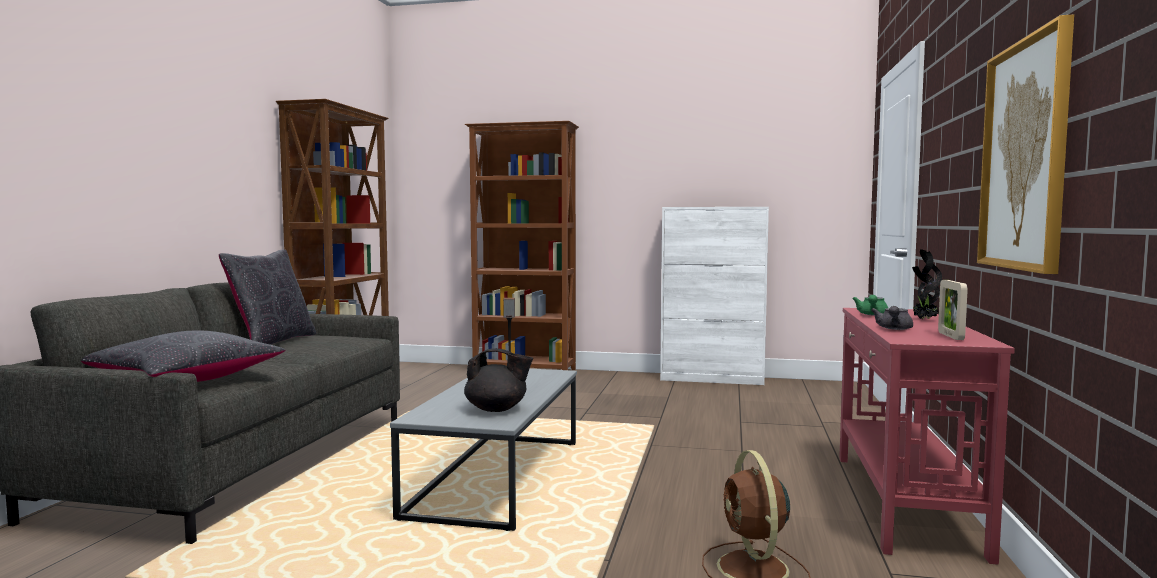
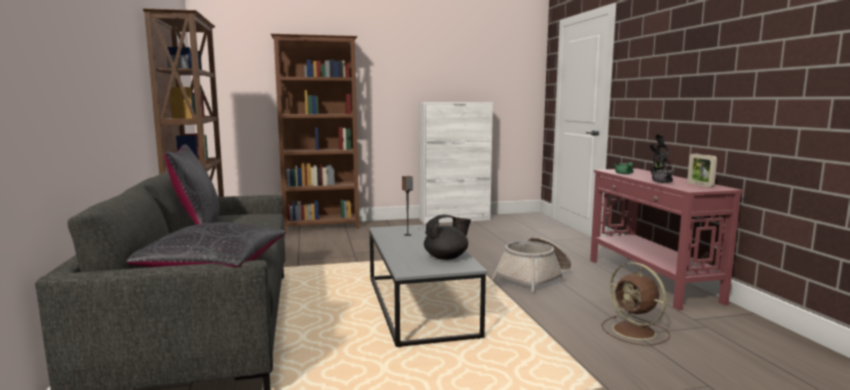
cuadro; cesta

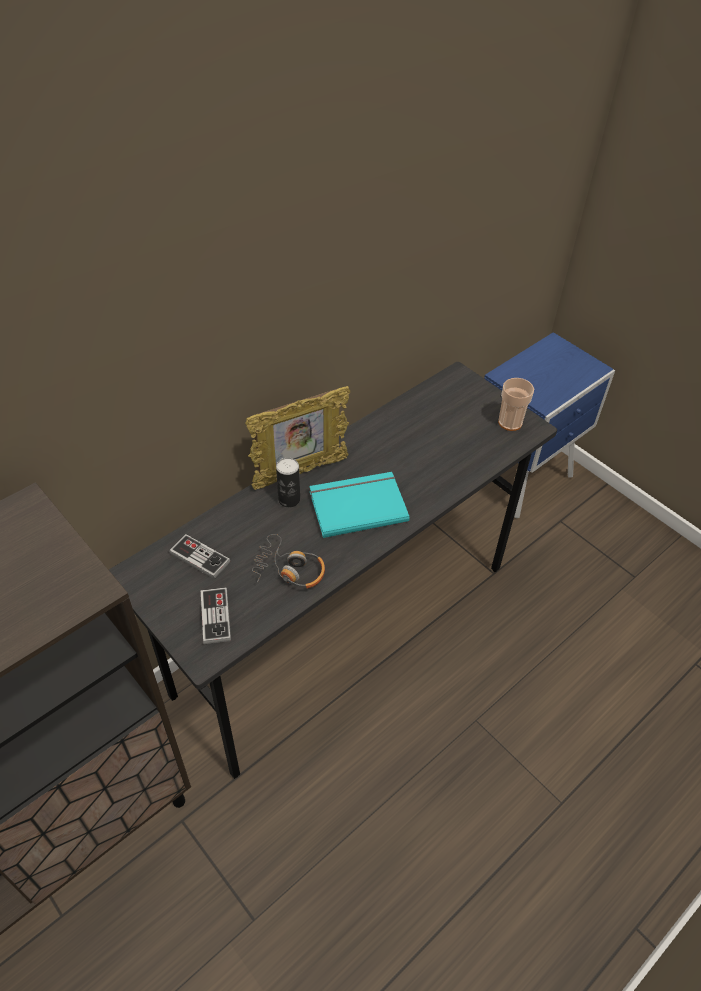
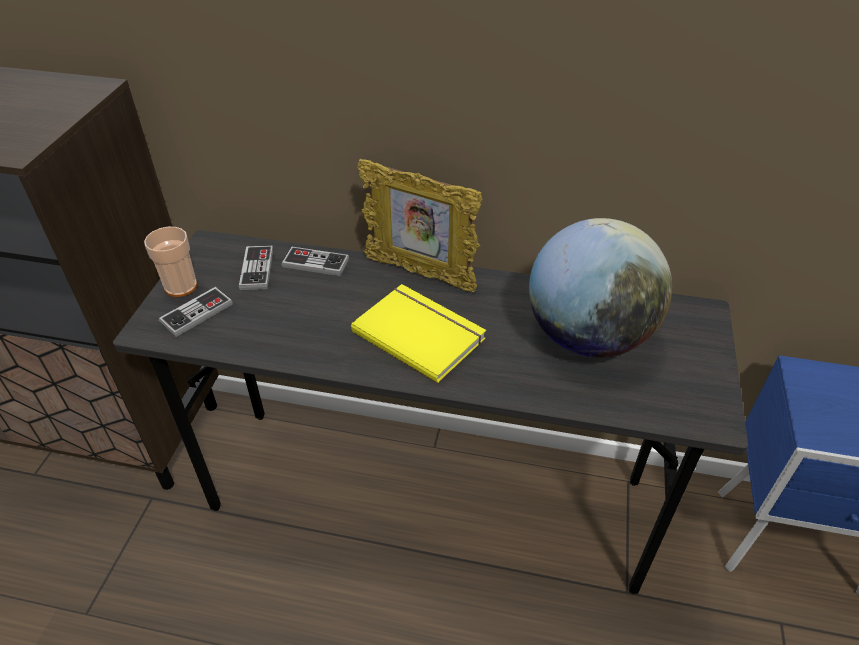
auriculares; lata; mando de consola (3rd from left); globo terráqueo; taza; libro [amarillo]

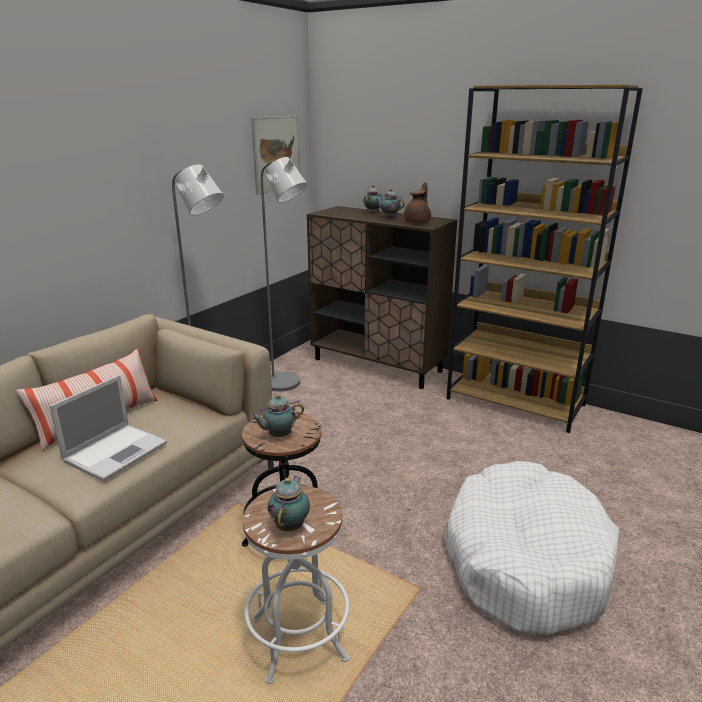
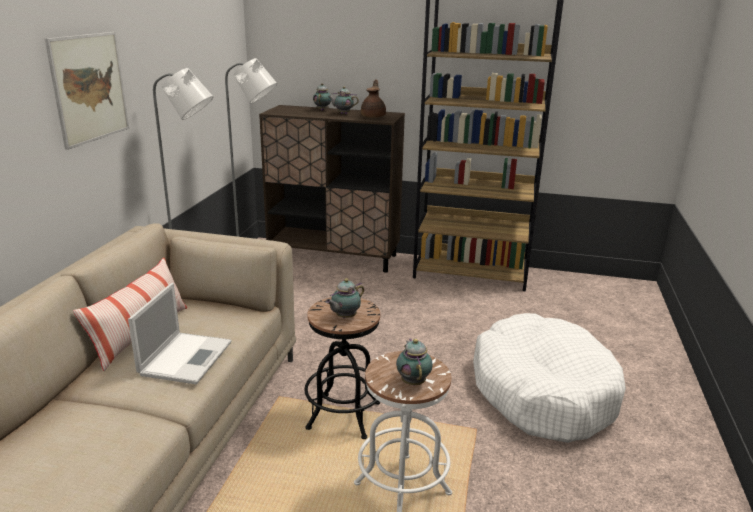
cuadro

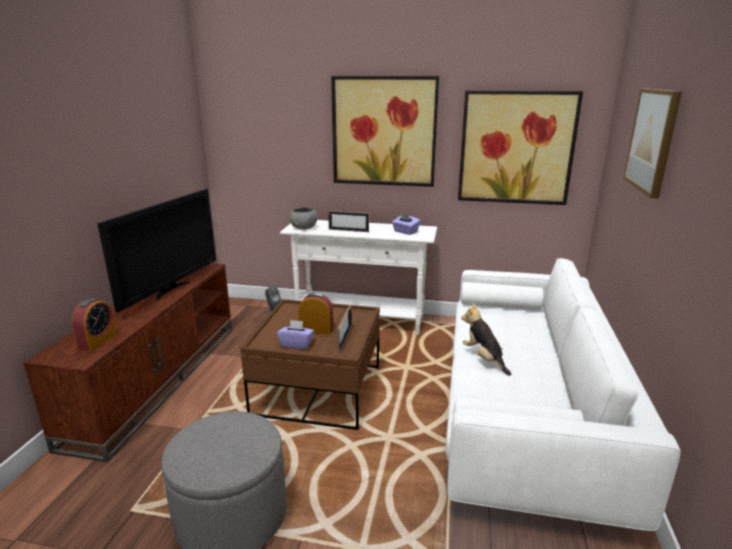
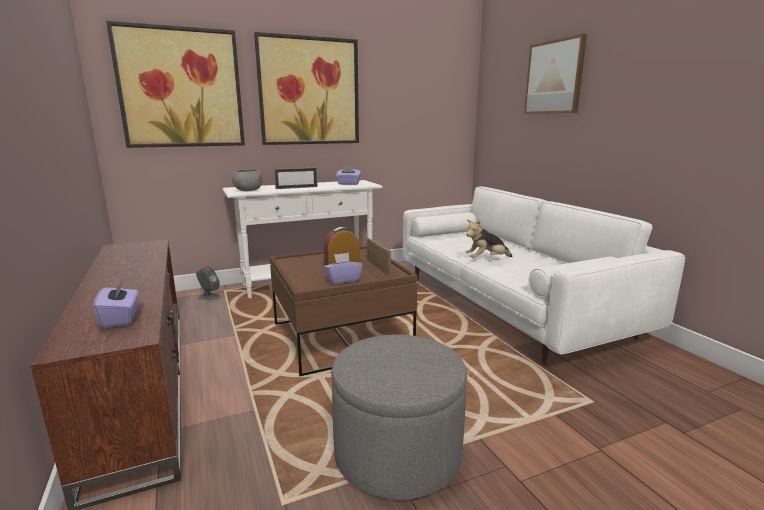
televisor; cuadro (1st from left); caja de pañuelos [morado] (1st from left); peluche

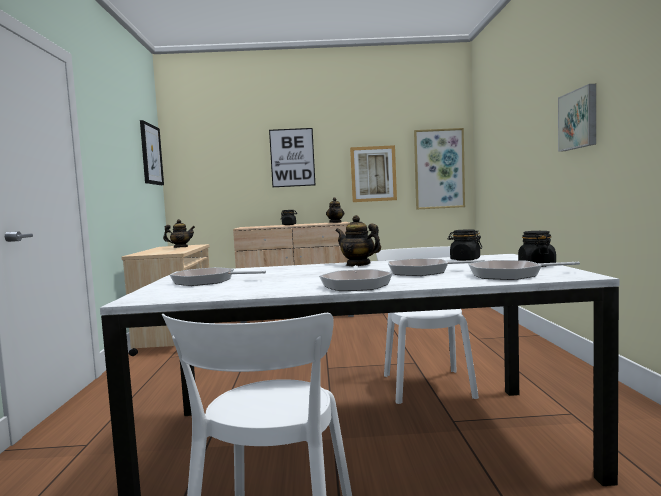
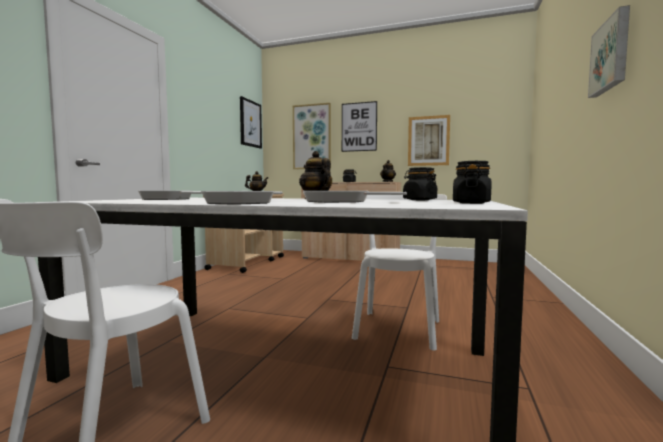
sartén (4th from left in the first image); cuadro (2nd from left)

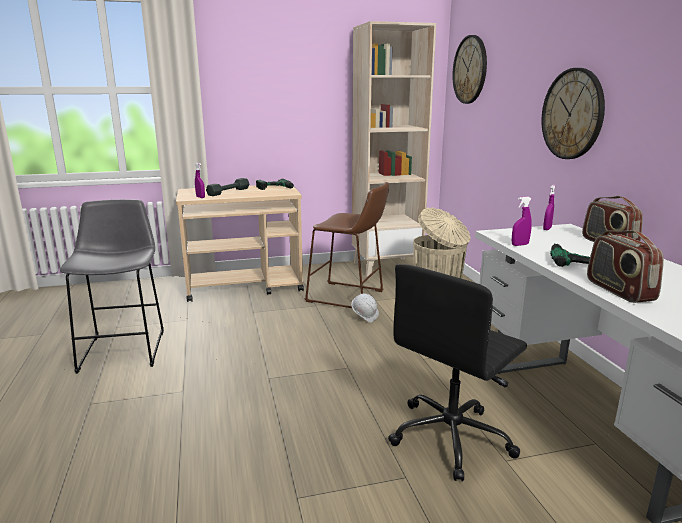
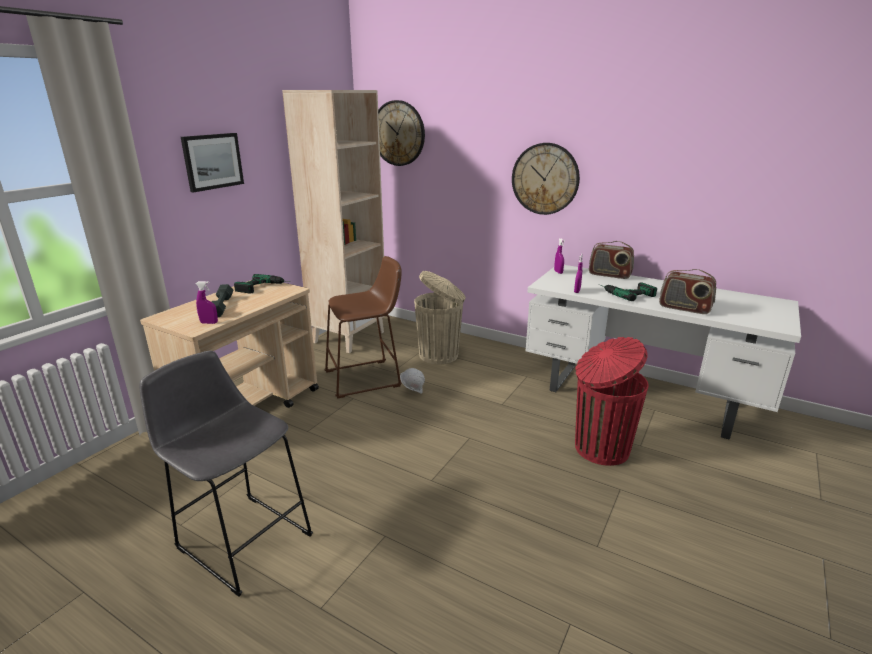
cuadro; papelera [rojo]

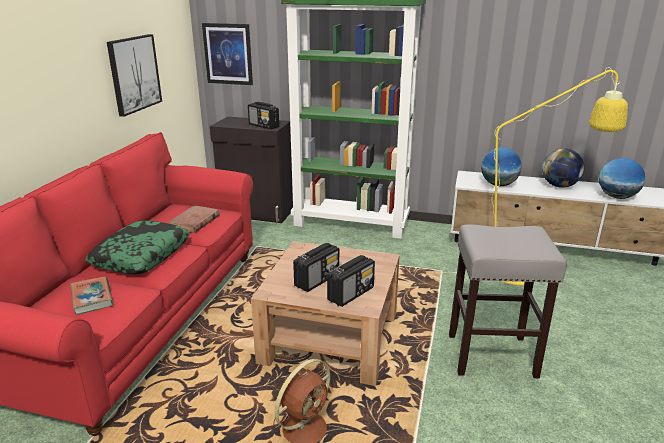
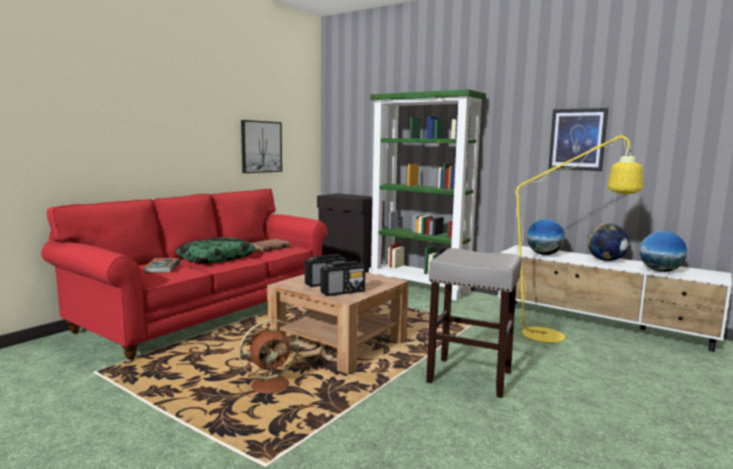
radio (1st from left in the first image); cuadro (2nd from left)

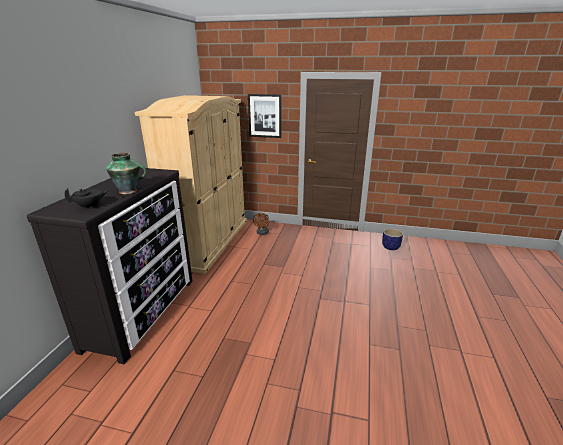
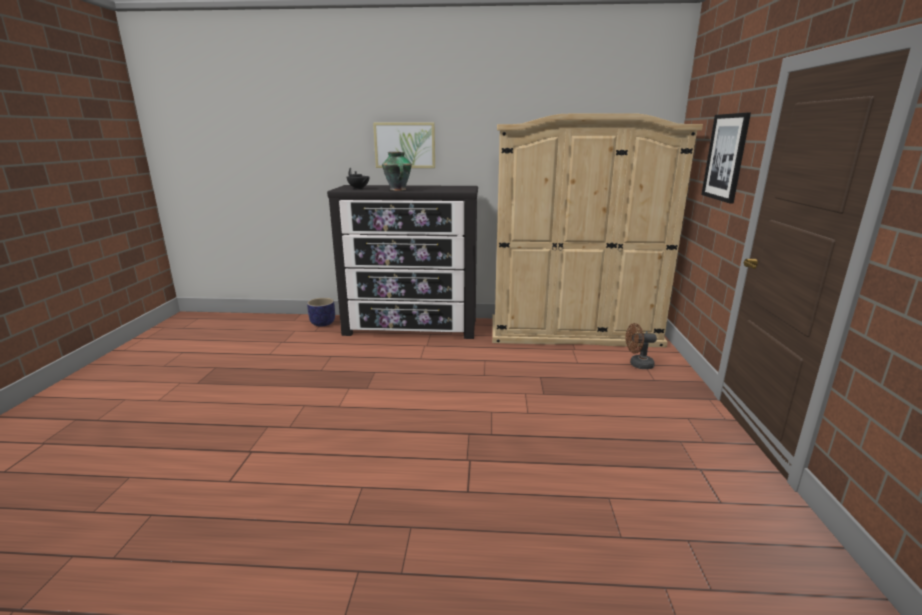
cuadro (1st from left); maceta

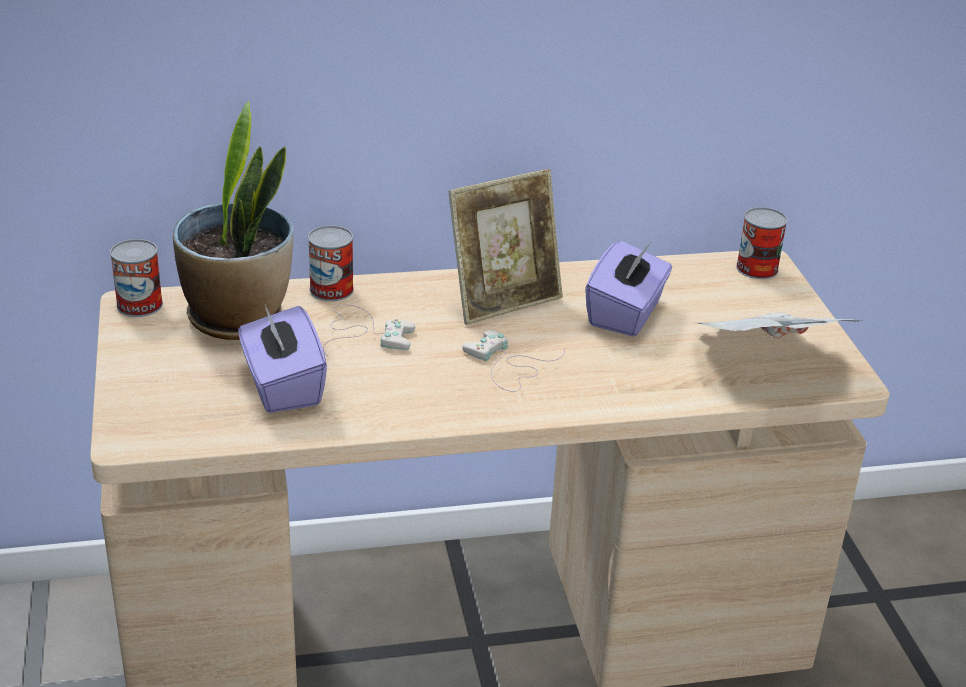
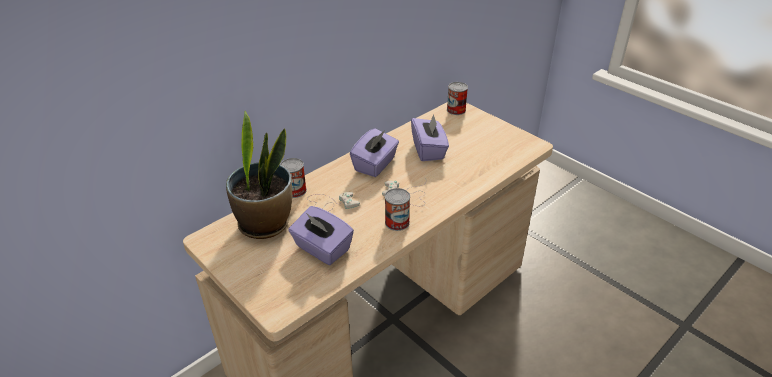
periódico; lata (2nd from left); caja de pañuelos [morado] (2nd from left)

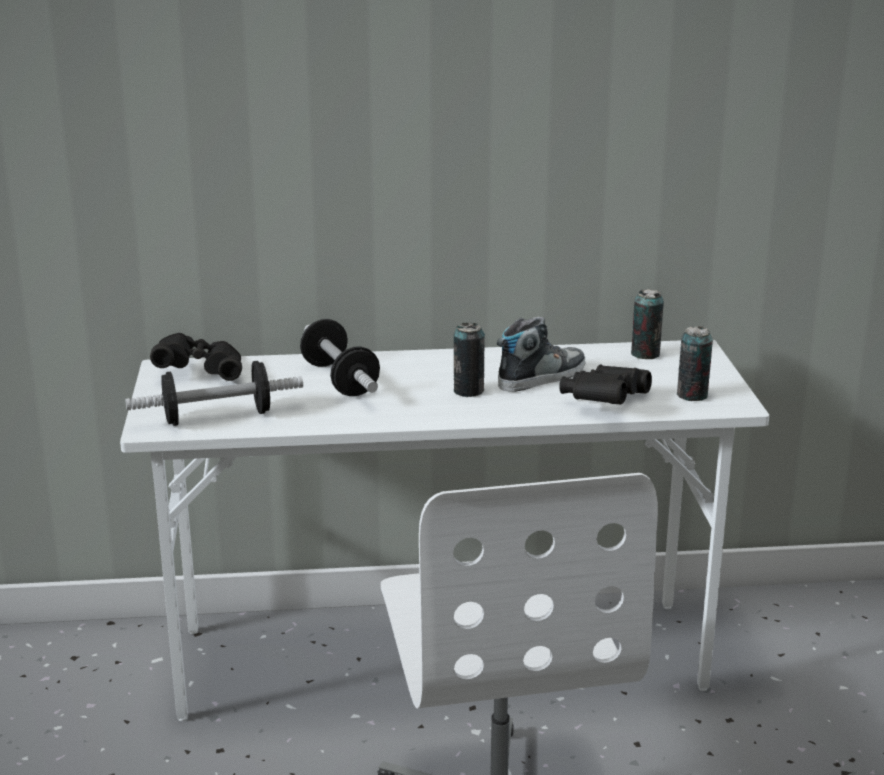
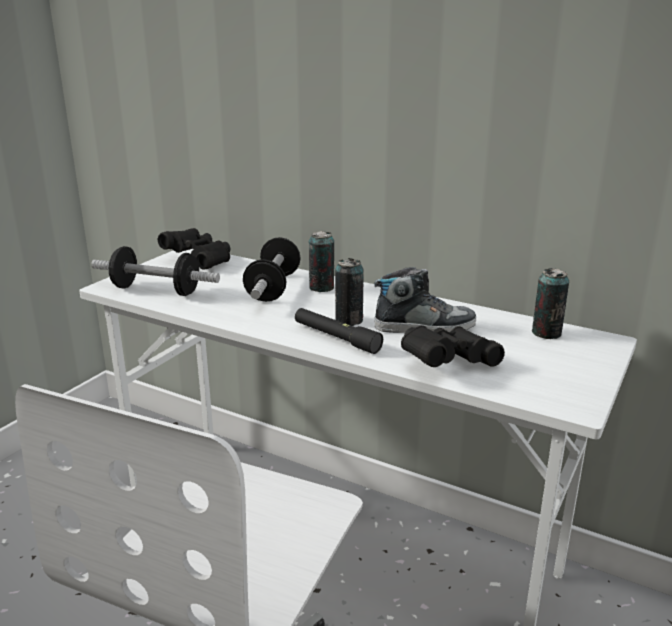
linterna [negro]; lata (1st from left)

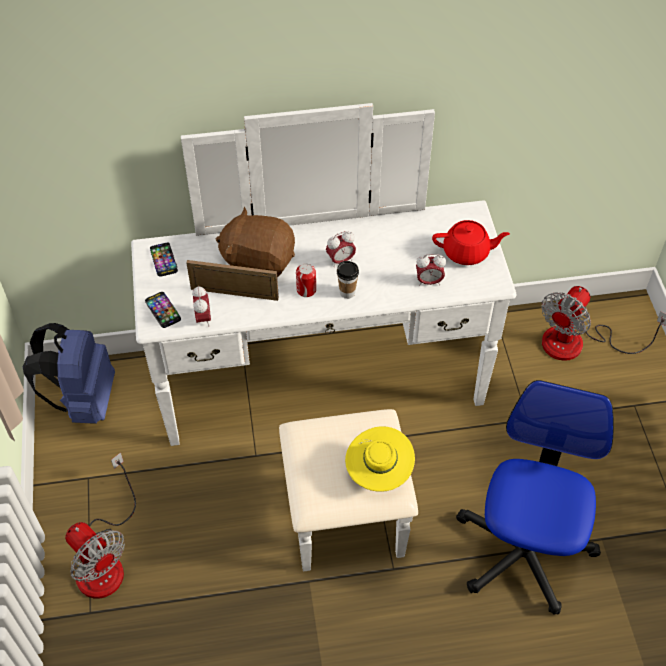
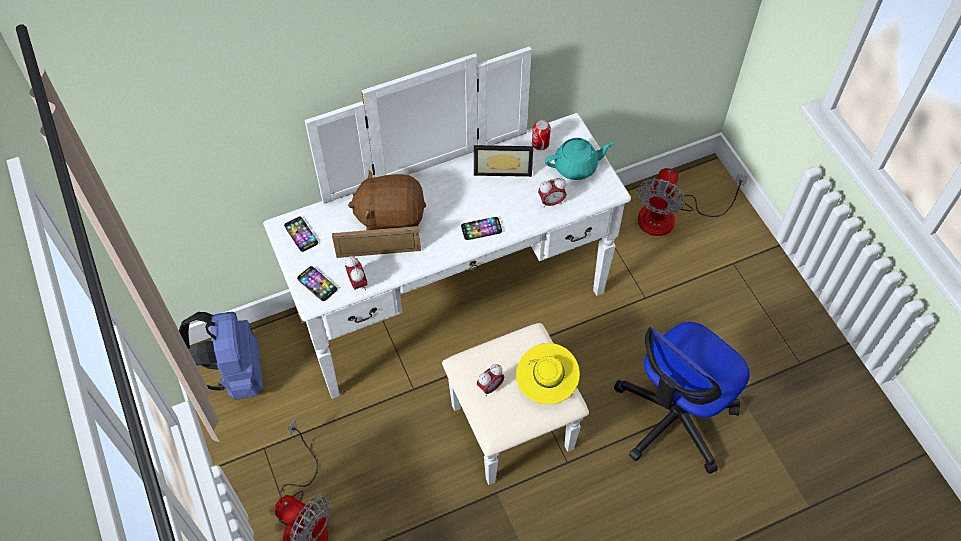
portarretratos (2nd from left); lata; despertador (2nd from left); móvil (3rd from left); tetera [turquesa]; silla de oficina

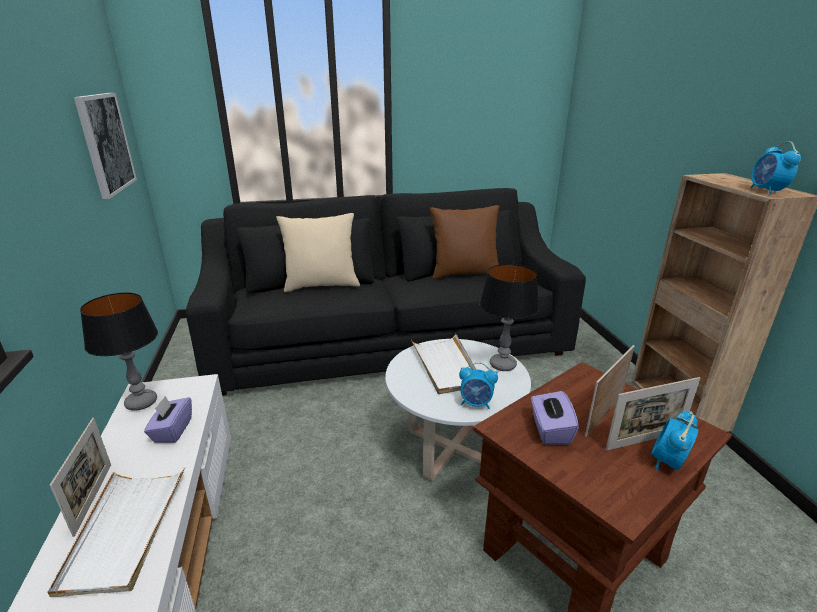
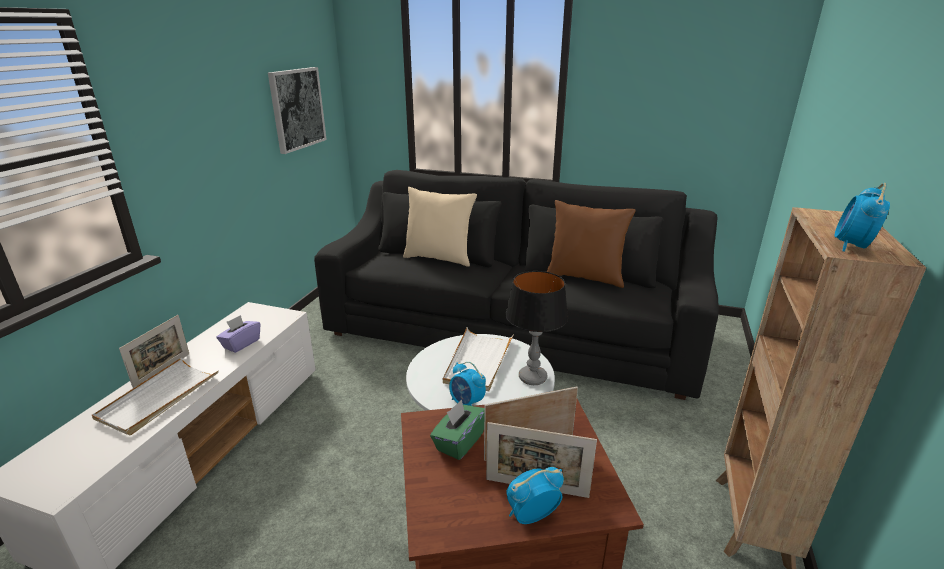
lámpara de mesa (1st from left in the first image); caja de pañuelos [verde]

